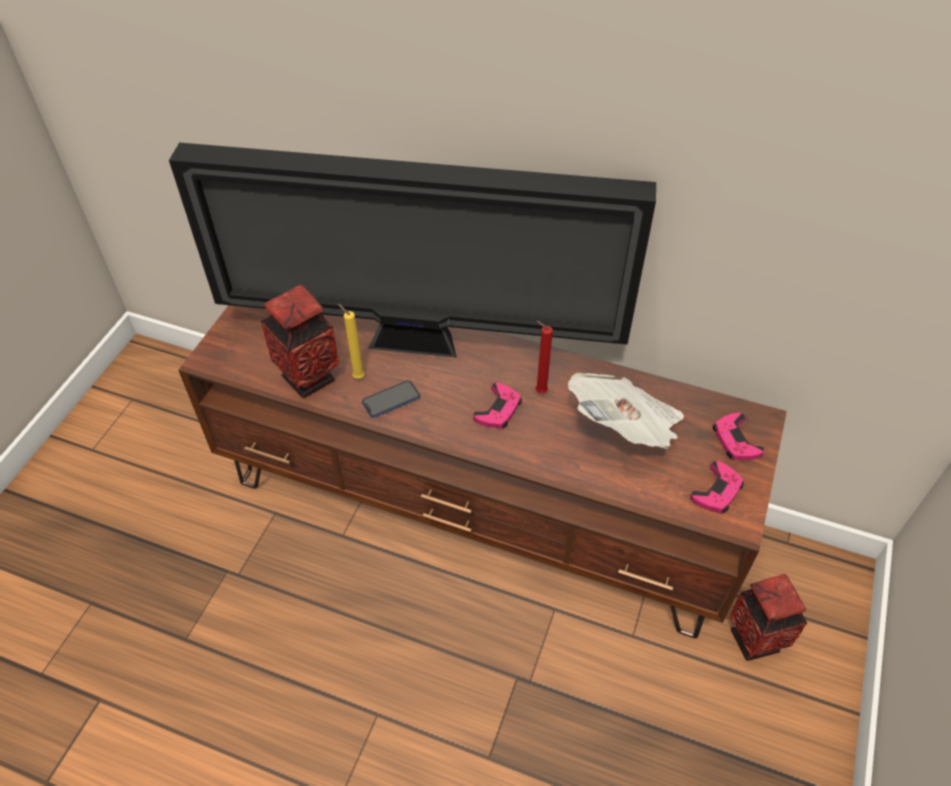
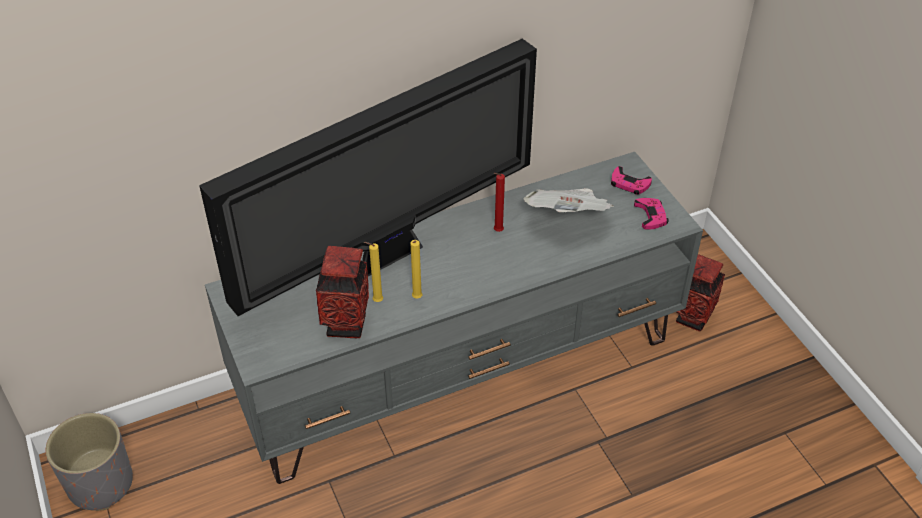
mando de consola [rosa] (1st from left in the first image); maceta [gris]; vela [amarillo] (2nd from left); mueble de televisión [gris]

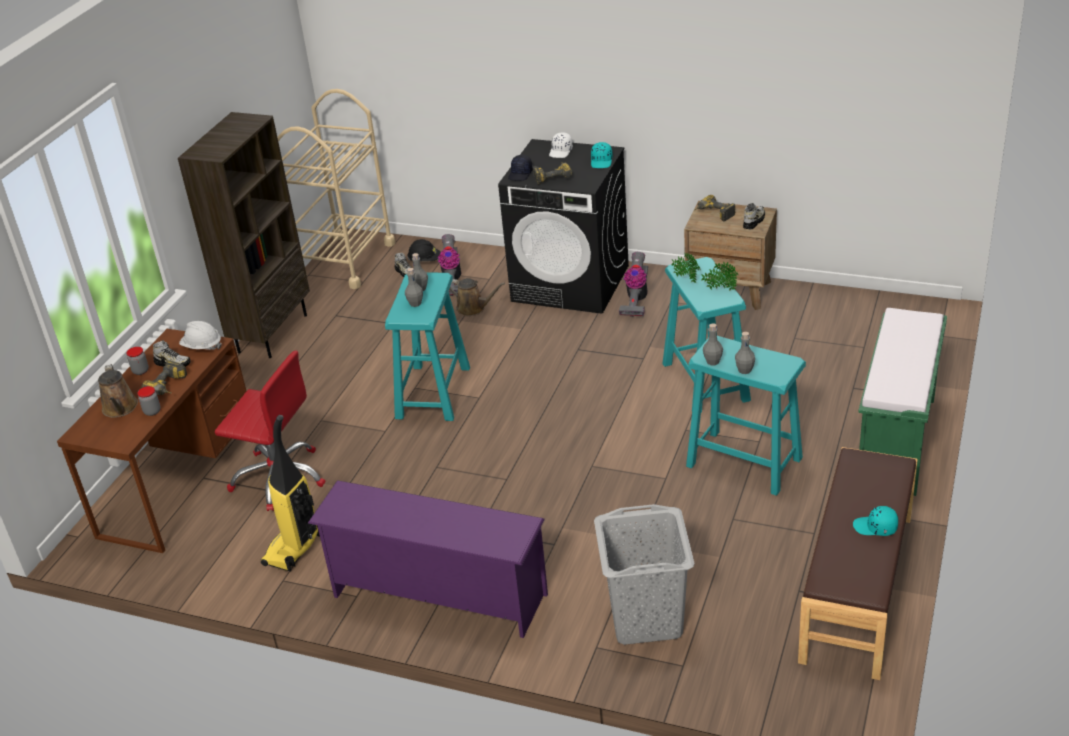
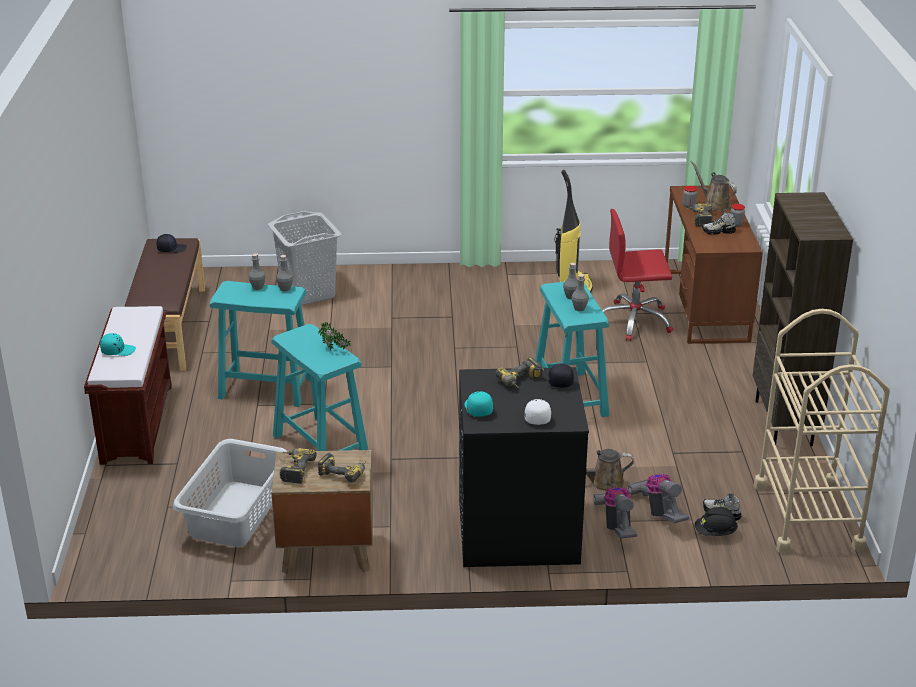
casco [blanco]; zapatero [morado]; planta en maceta (2nd from left in the first image); gorra [negro] (1st from left); cesto de la ropa [gris] (1st from left); aspiradora (2nd from left); gorra [turquesa] (1st from left); taladro (1st from left); banco [marrón] (1st from left)

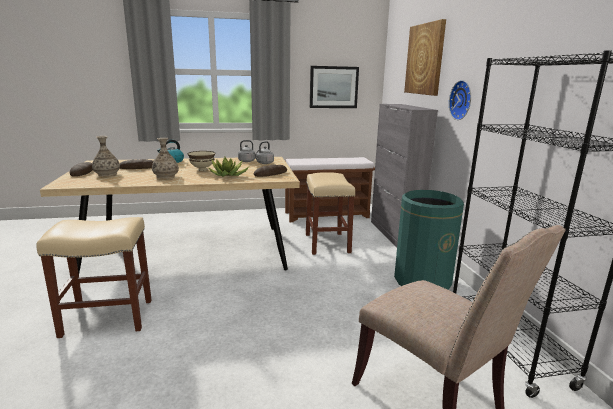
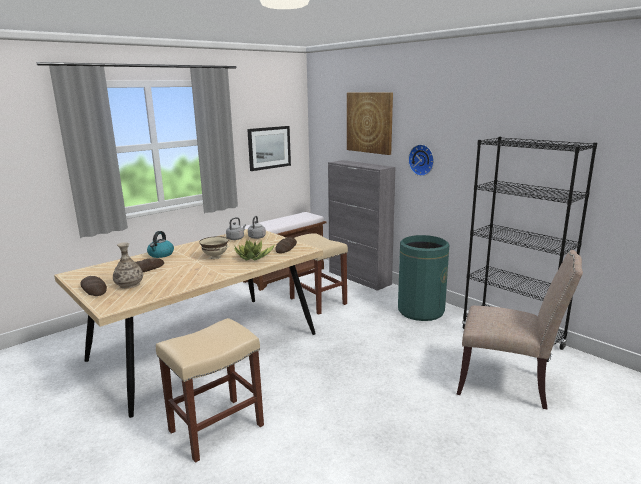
florero (2nd from left in the first image)

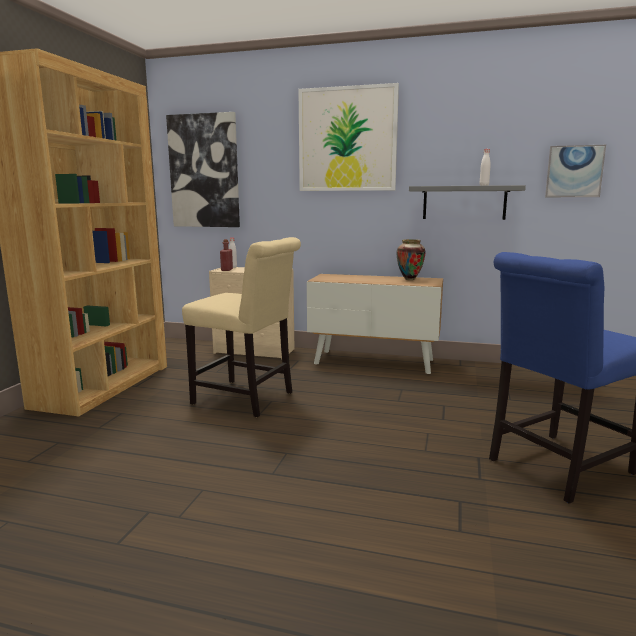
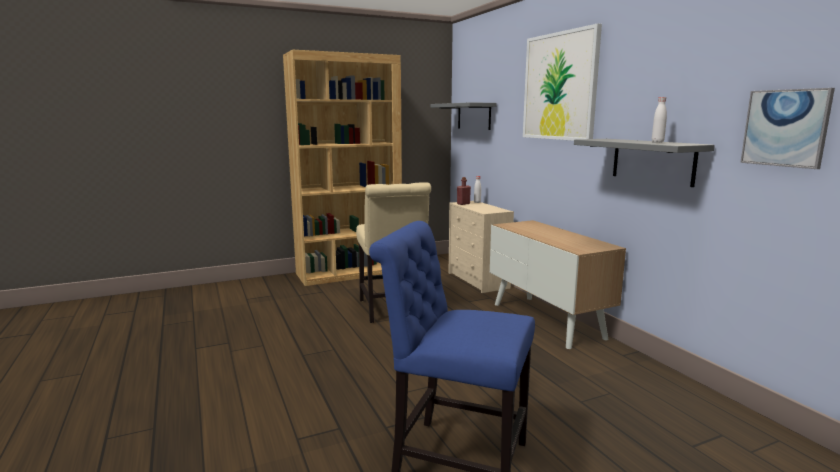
florero; estante [gris] (1st from left)

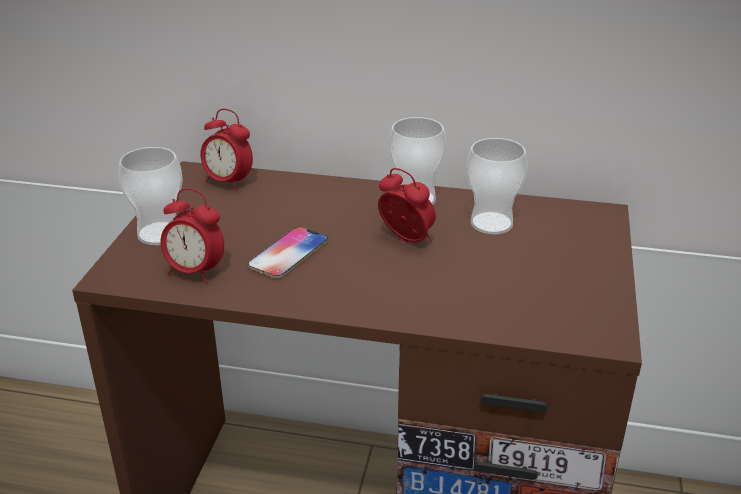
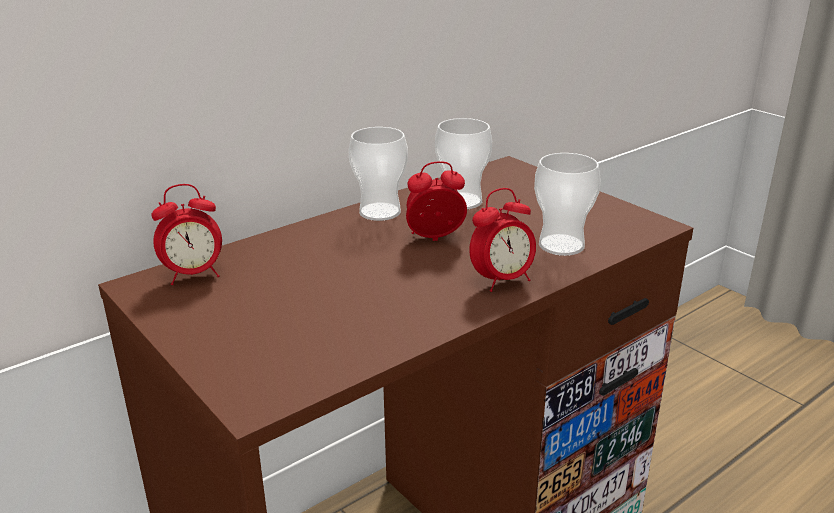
móvil; taza (3rd from left); despertador (3rd from left)

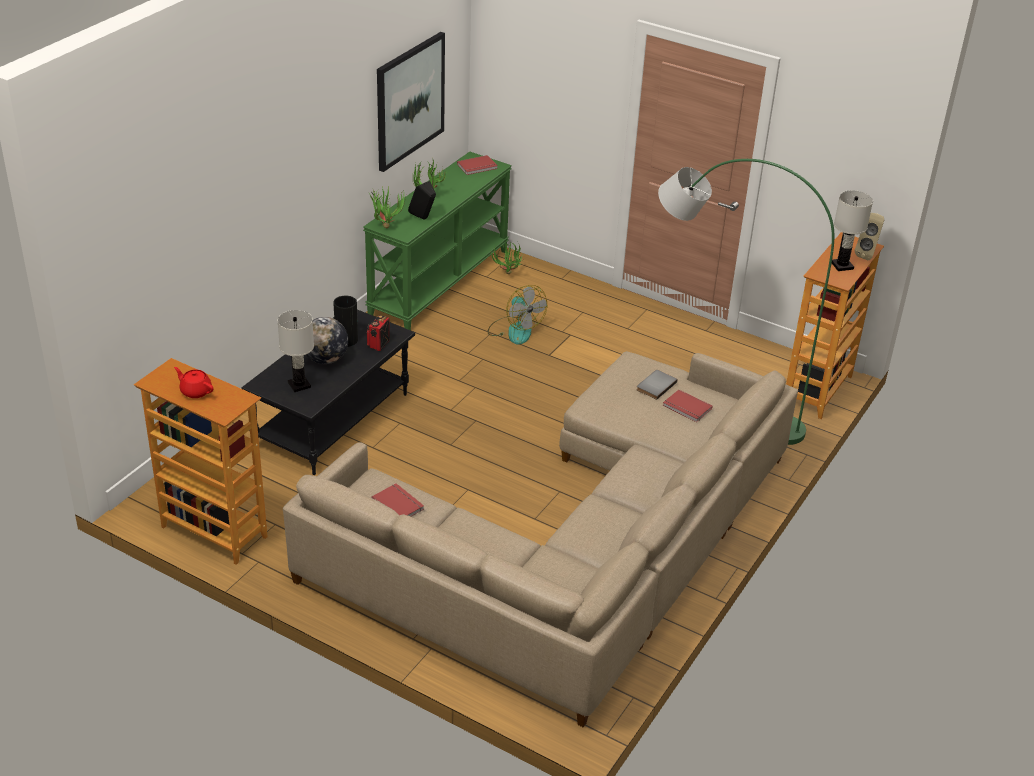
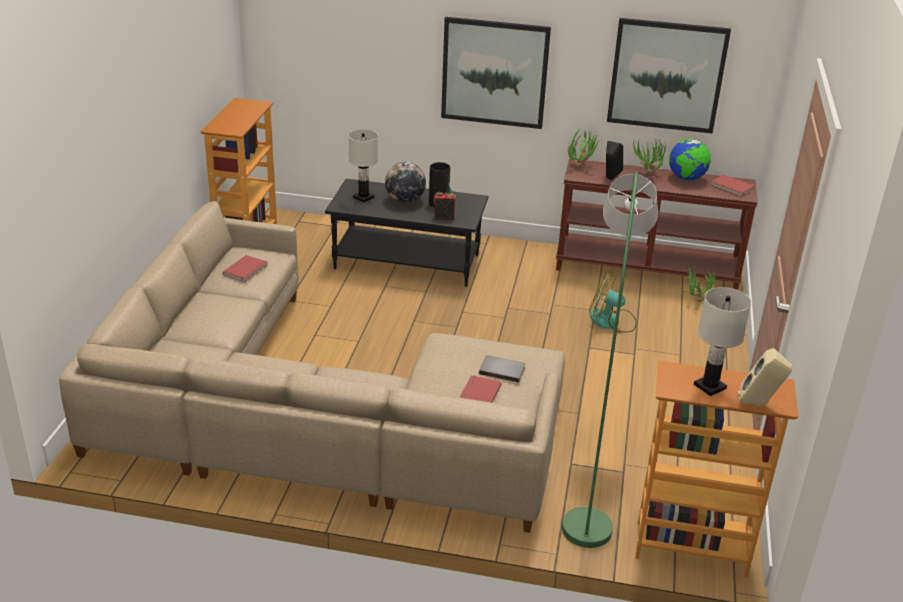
tetera [rojo]; cuadro (1st from left); globo terráqueo (2nd from left); mesa consola [marrón]; ventilador

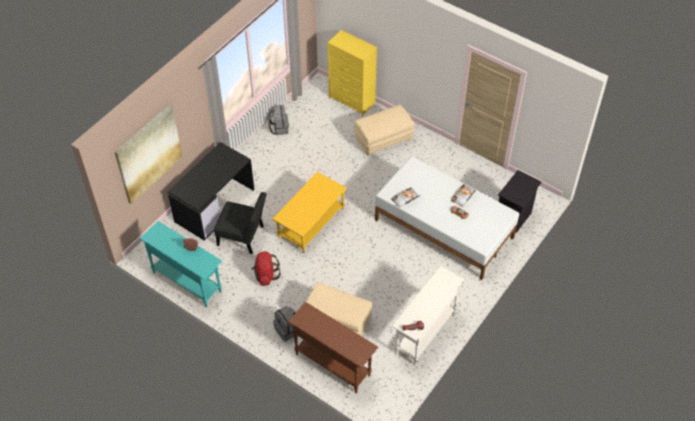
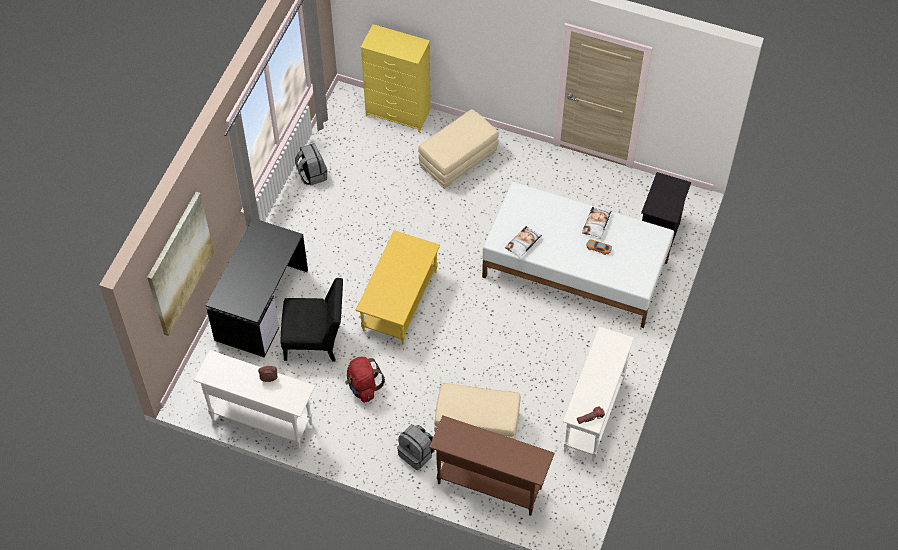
mesa consola [blanco] (1st from left)

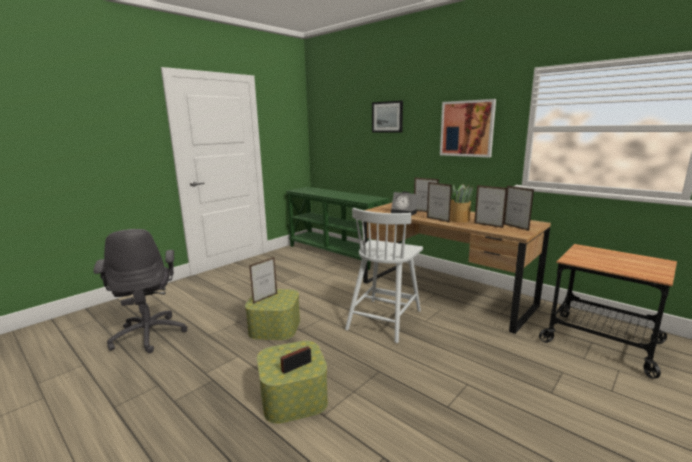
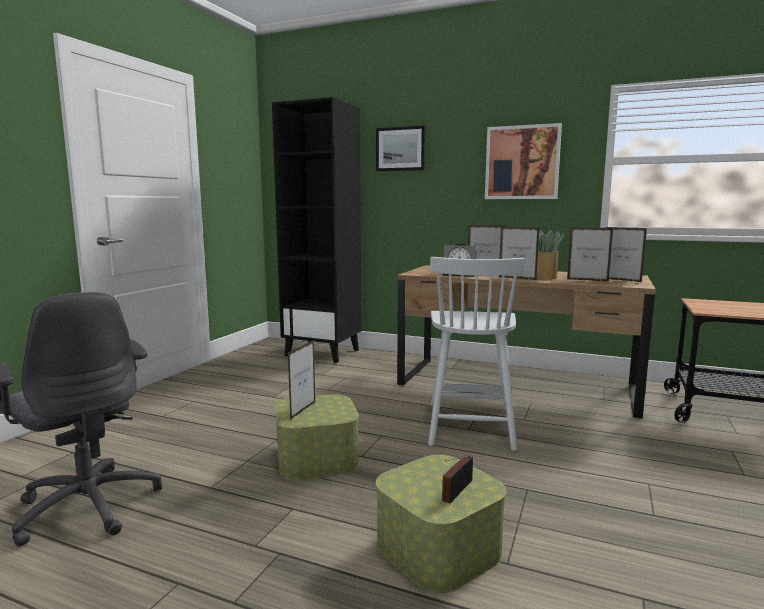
estantería [negro]

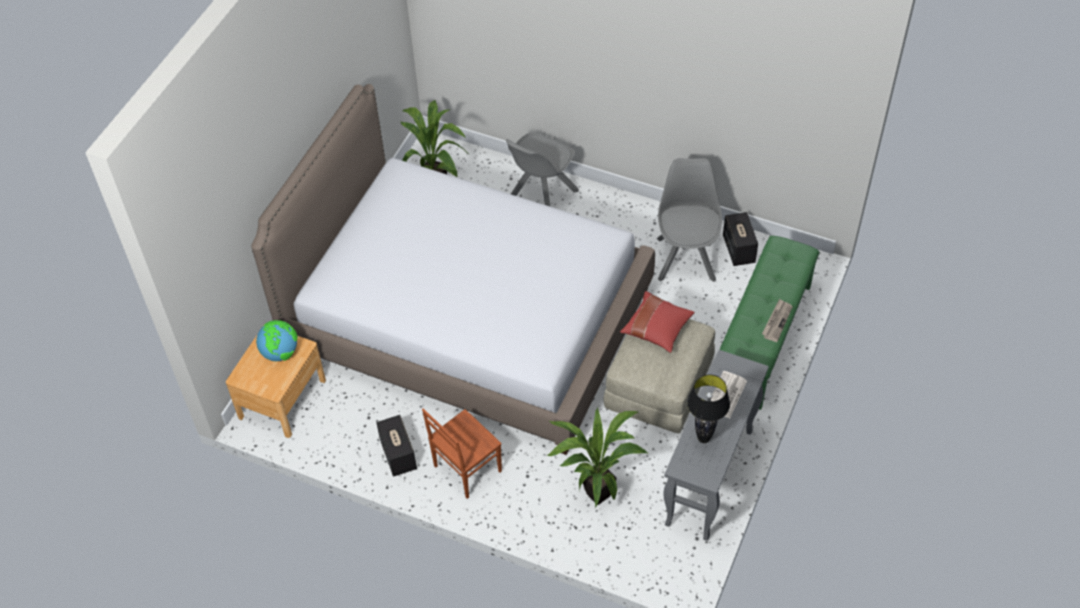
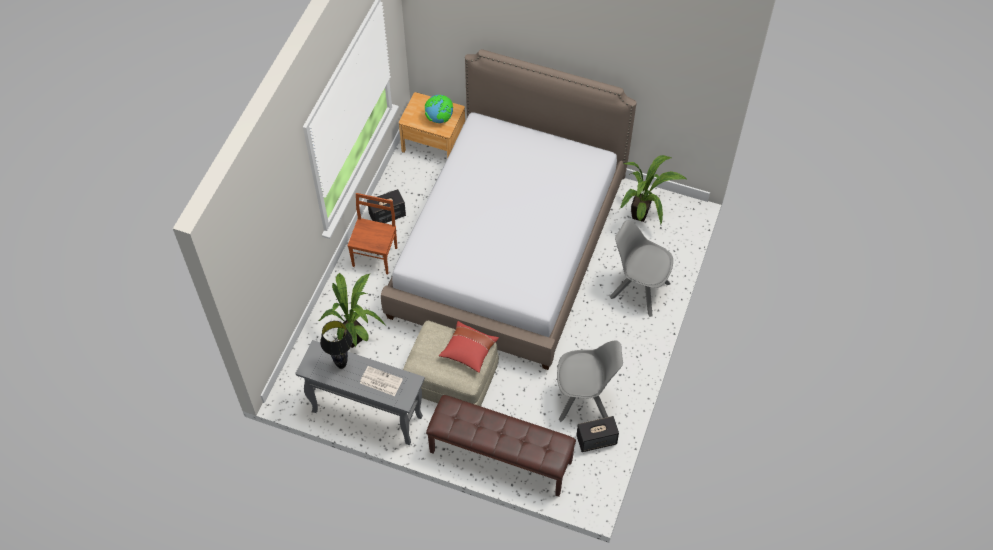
periódico (2nd from left in the first image); banco [marrón]; silla [marrón]

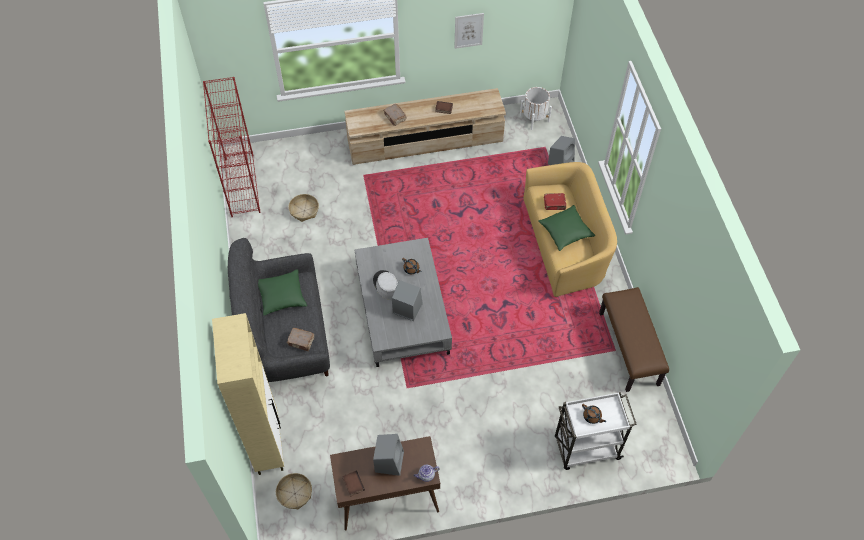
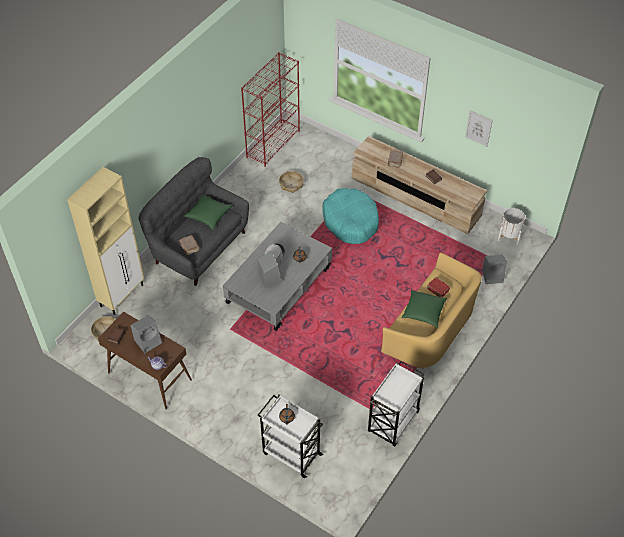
cama para perro [turquesa]; carrito [blanco] (2nd from left)

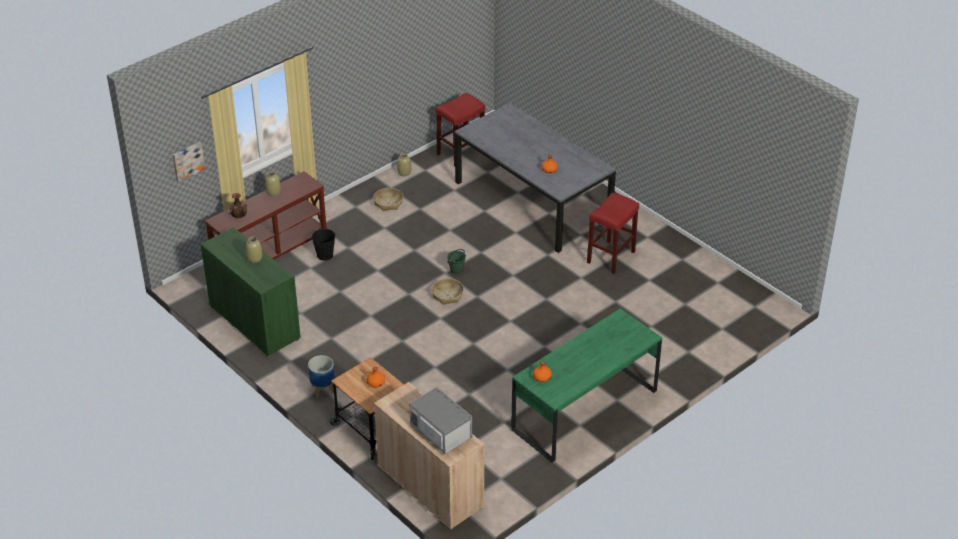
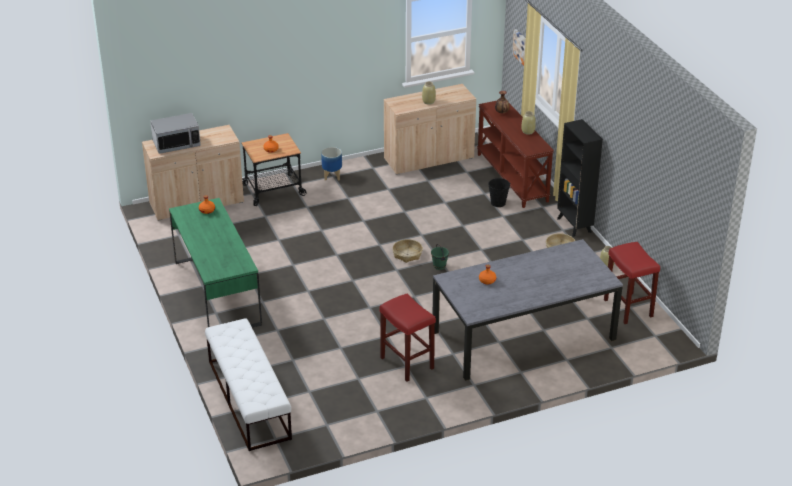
banco [blanco]; estantería [negro]; armario [beis] (2nd from left)

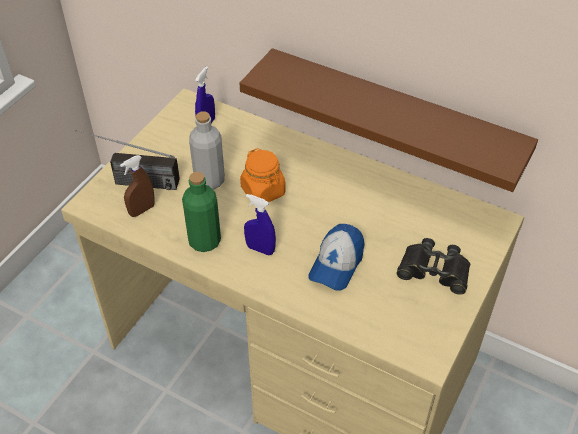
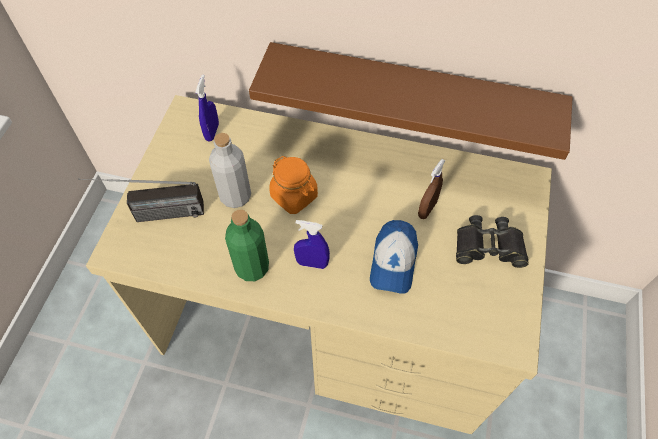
pulverizador [marrón]

